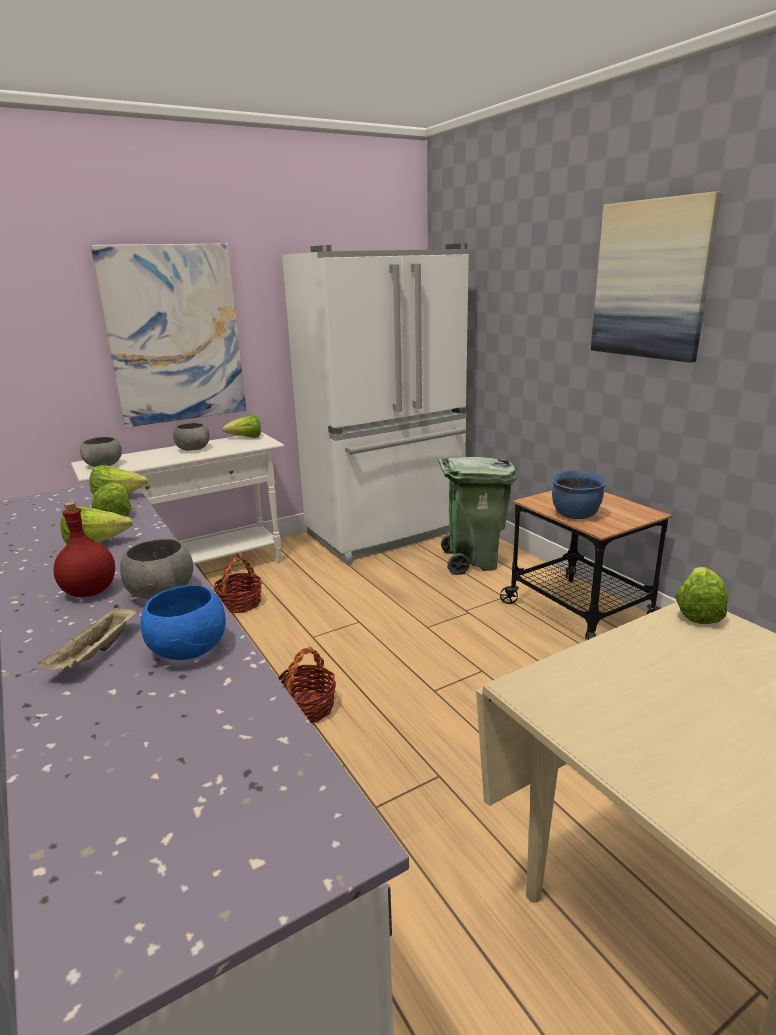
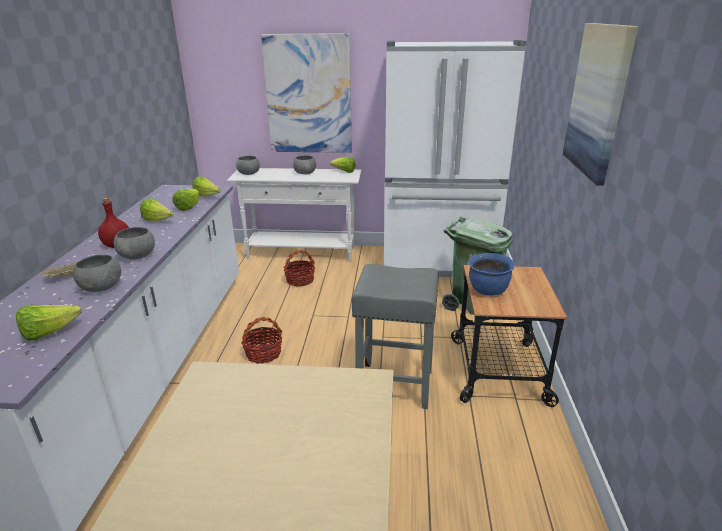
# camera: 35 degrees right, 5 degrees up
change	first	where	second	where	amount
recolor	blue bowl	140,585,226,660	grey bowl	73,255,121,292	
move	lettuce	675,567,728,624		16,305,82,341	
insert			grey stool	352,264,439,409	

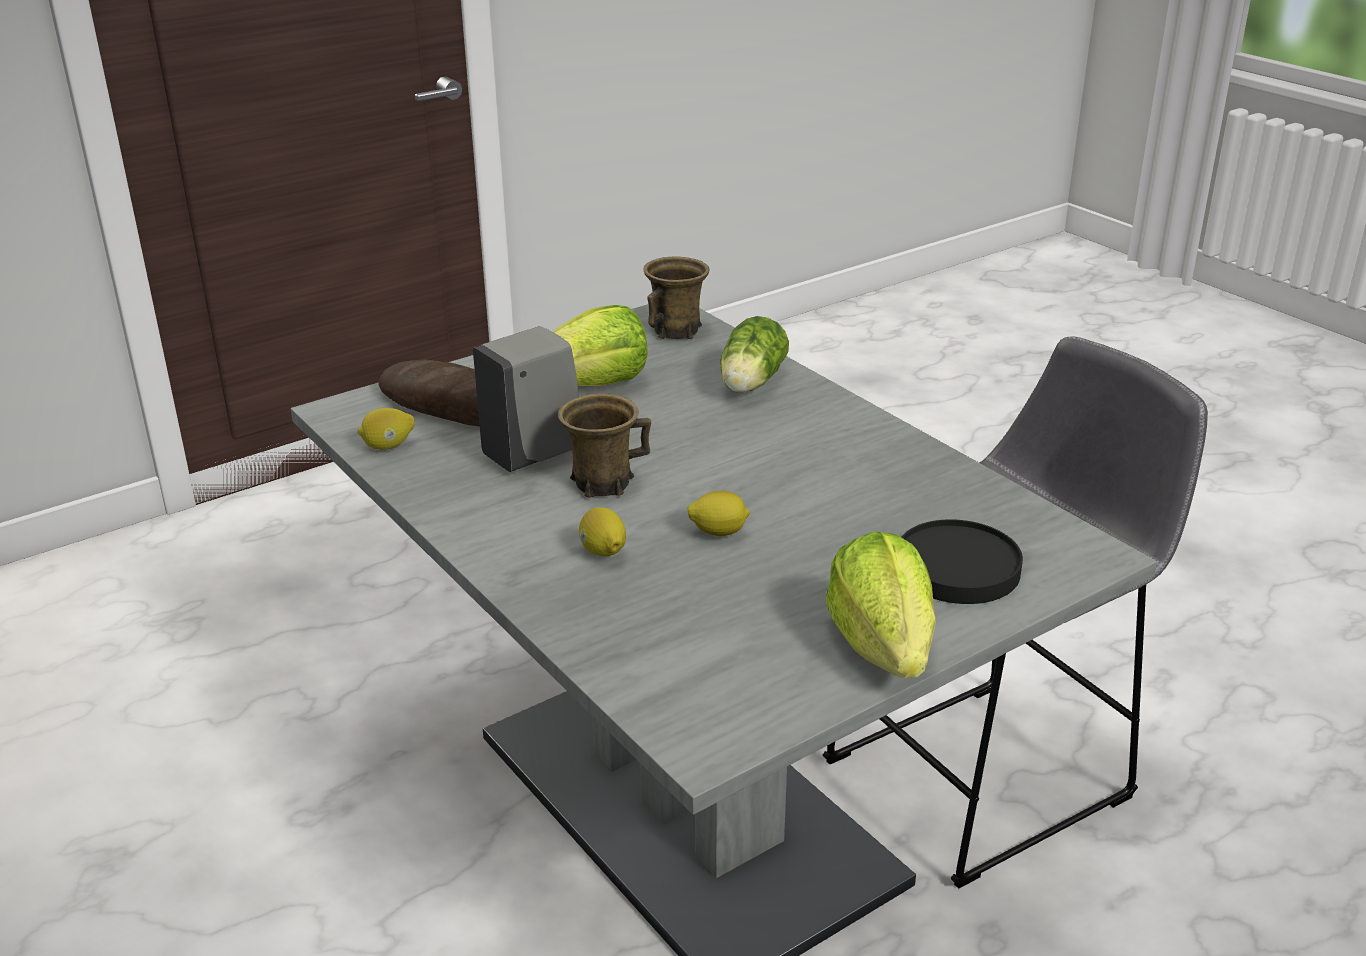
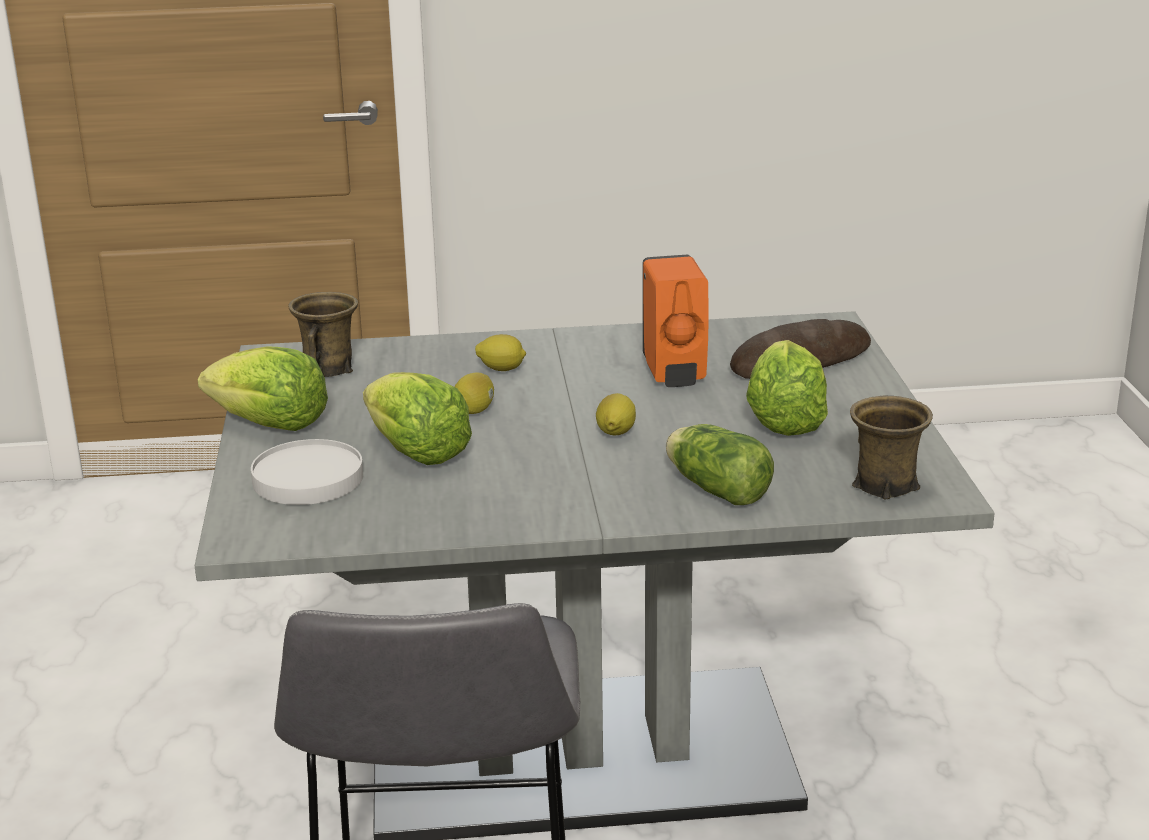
# camera: 120 degrees right, 5 degrees down
change	first	where	second	where	amount
move	lemon	358,408,414,450		596,393,636,435	
recolor	grey soap dispenser	473,326,578,472	orange soap dispenser	643,255,709,387	
move	brown mug	558,394,651,498		288,292,358,377	
recolor	black plate	902,519,1023,604	white plate	251,439,363,505	
insert			lettuce	363,372,472,465	

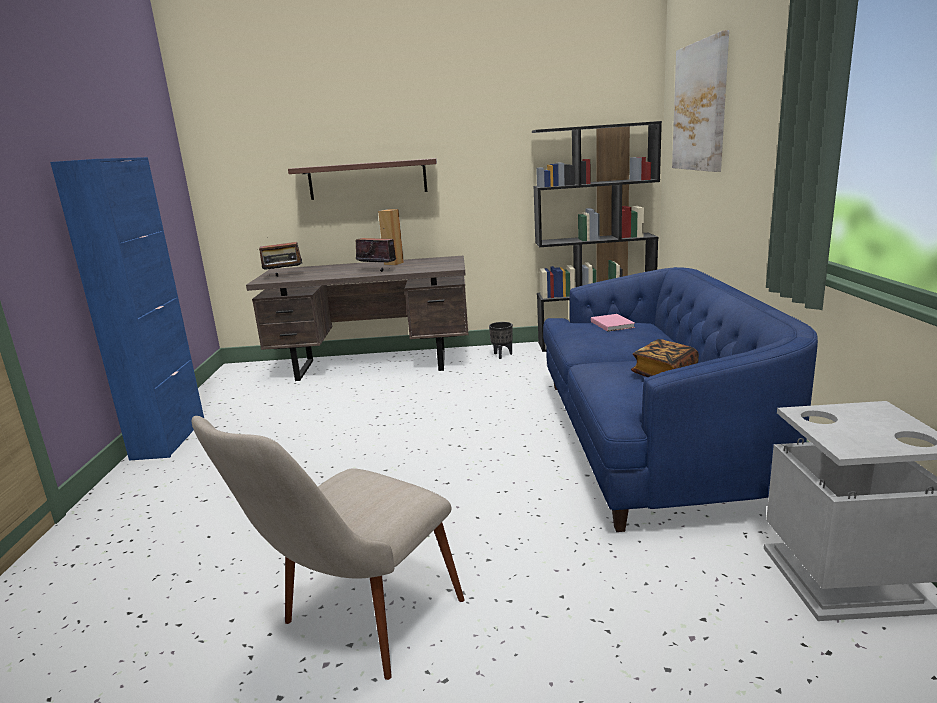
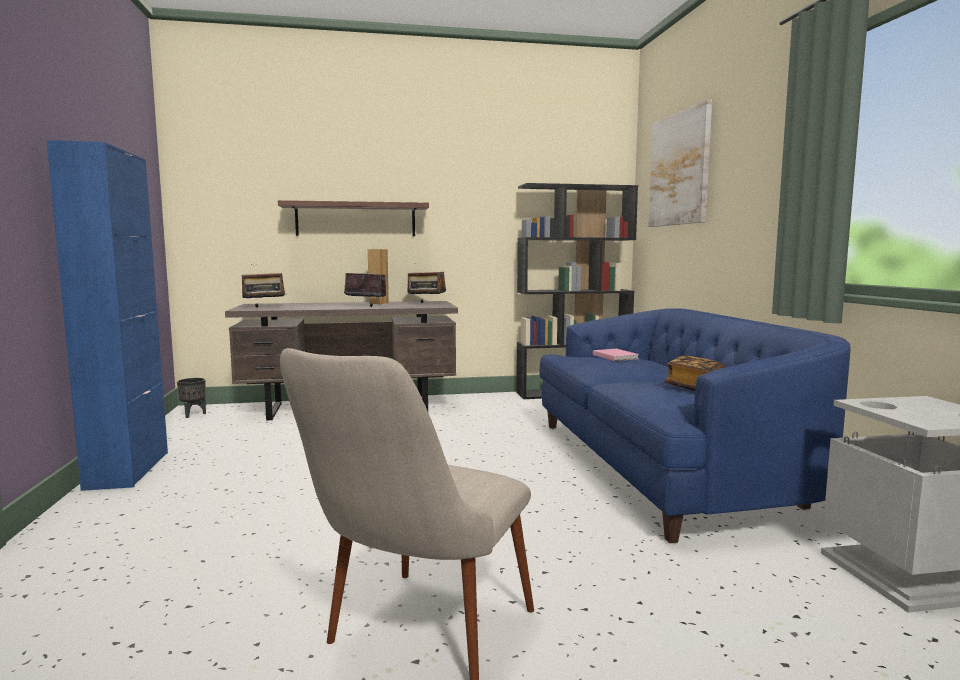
# camera: 10 degrees left, 10 degrees down
change	first	where	second	where	amount
move	black planter	489,322,513,359		177,378,206,418	
insert			radio	407,263,446,303	

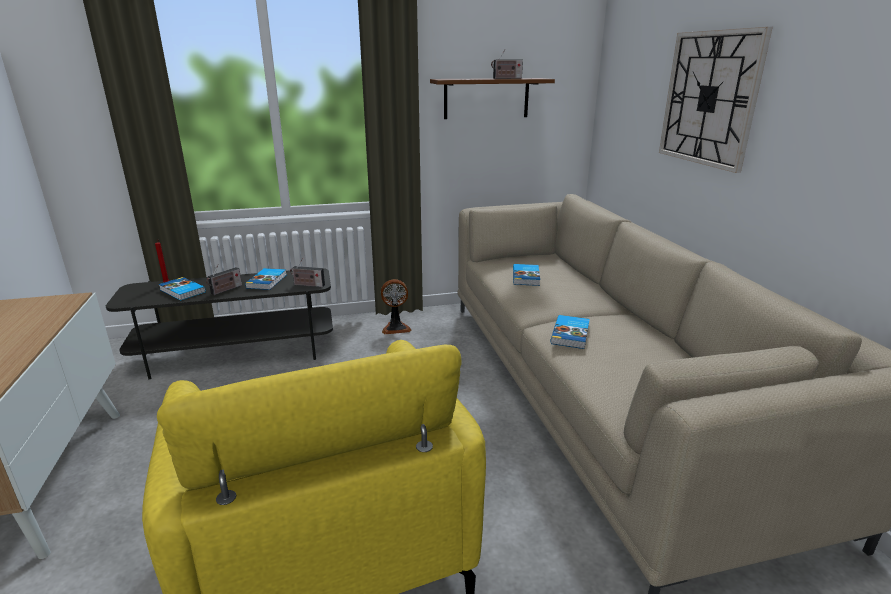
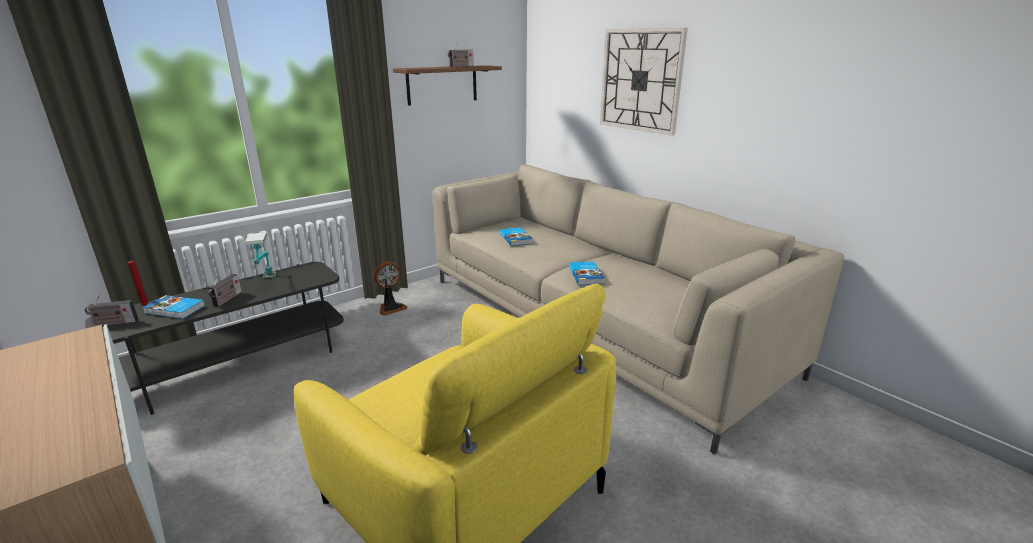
# camera: 25 degrees left, 0 degrees up
change	first	where	second	where	amount
replace	book	245,268,286,290	table lamp	245,232,276,278	
move	radio	290,258,325,287		85,293,138,326	

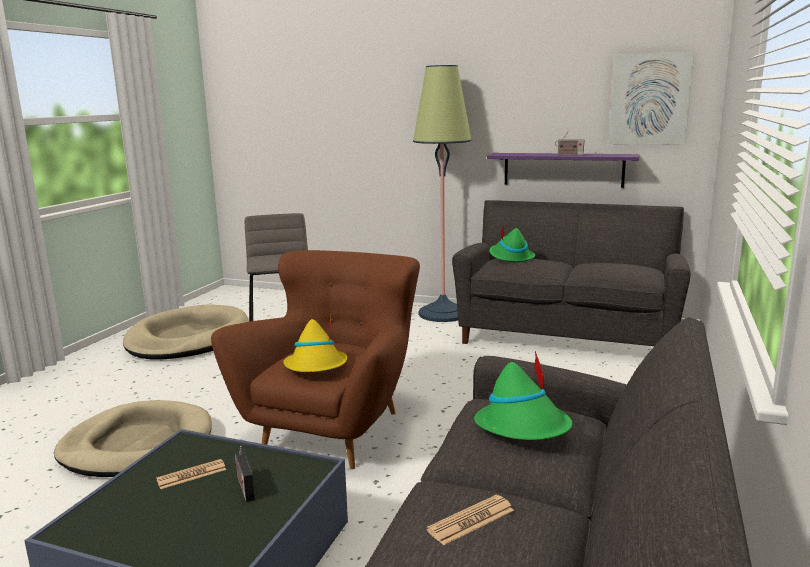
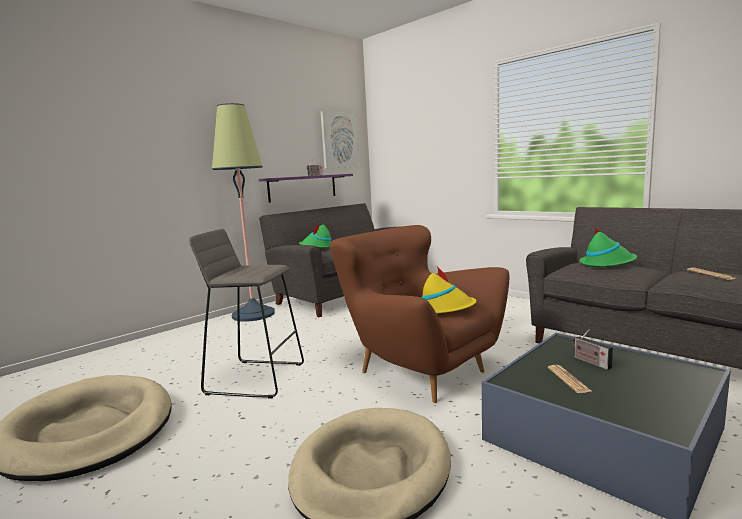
# camera: 65 degrees left, 5 degrees down
change	first	where	second	where	amount
rotate	radio	235,446,255,502		573,329,613,370	60 degrees clockwise

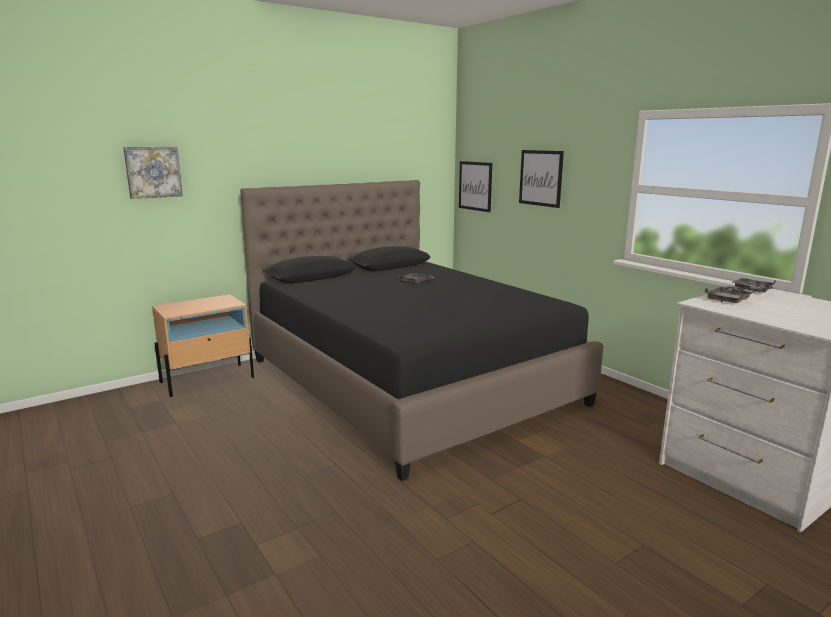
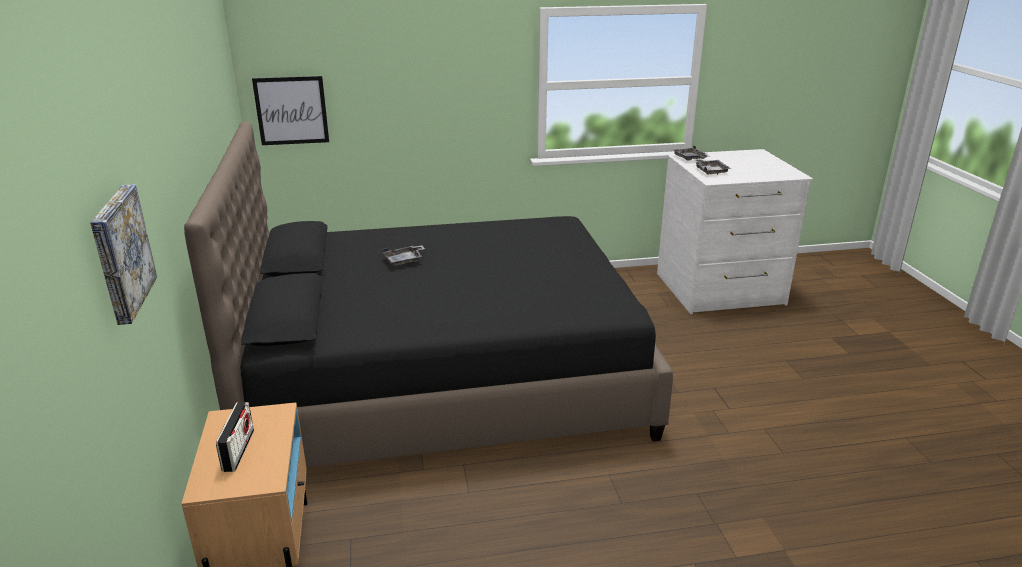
# camera: 65 degrees left, 10 degrees up
change	first	where	second	where	amount
delete	picture	519,150,564,208			
insert			radio	216,402,254,472	

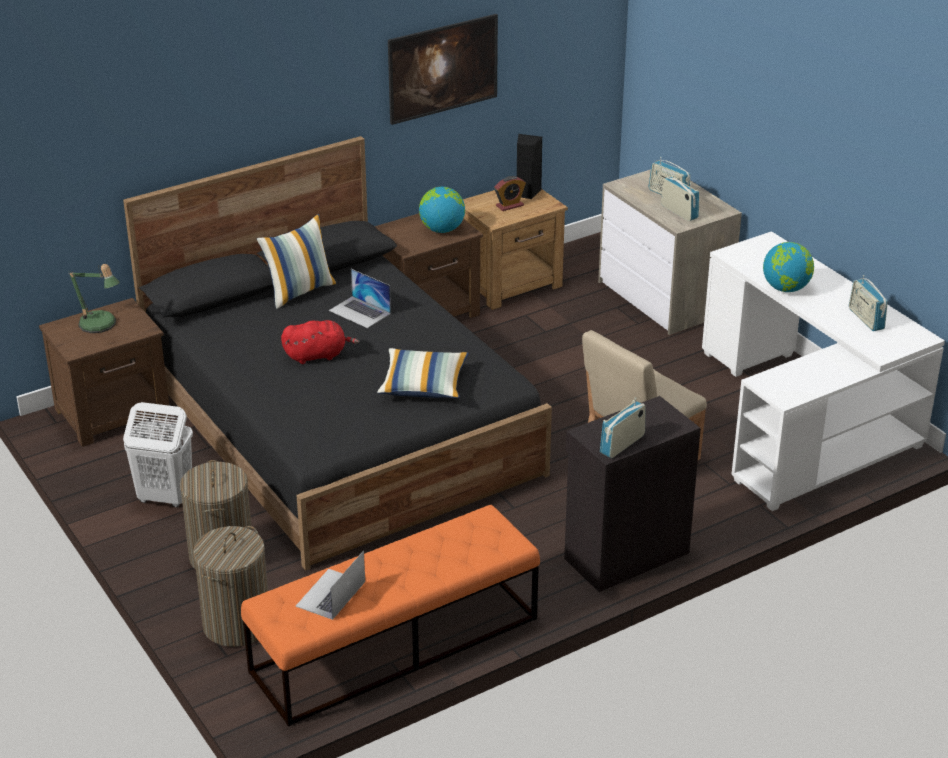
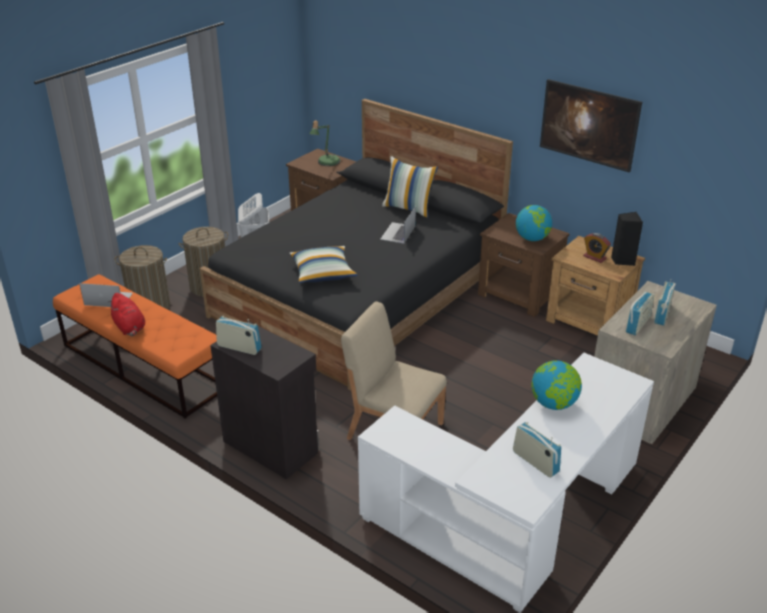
# camera: 70 degrees right, 0 degrees up
change	first	where	second	where	amount
move	red plush toy	281,320,360,364		108,293,145,336	
rotate	radio	849,275,888,331		513,422,561,478	90 degrees clockwise

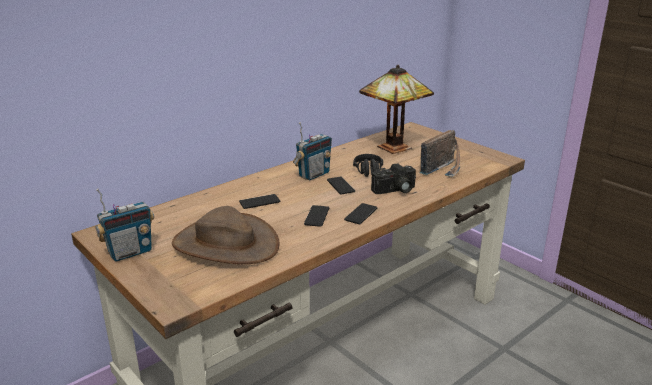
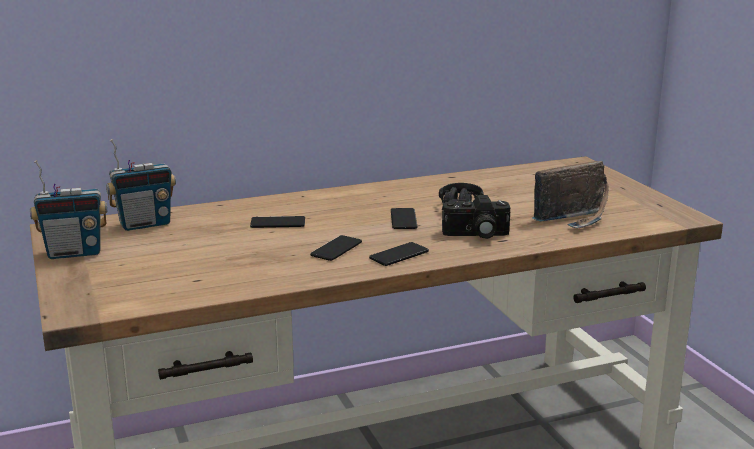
# camera: 20 degrees right, 5 degrees down
change	first	where	second	where	amount
delete	brown hat	172,206,280,264			
move	radio	293,122,332,180		106,139,176,231	
delete	table lamp	359,65,434,154			

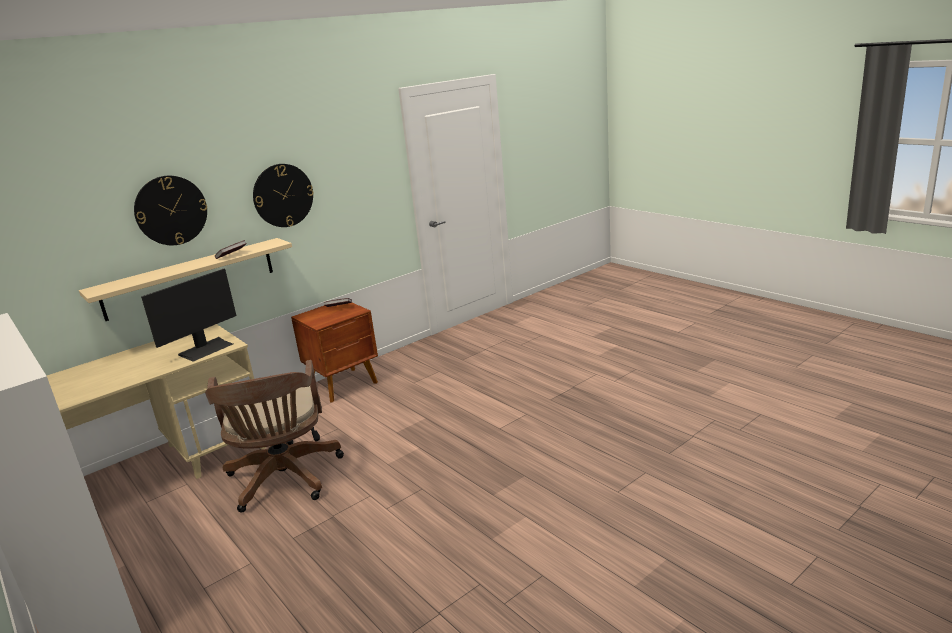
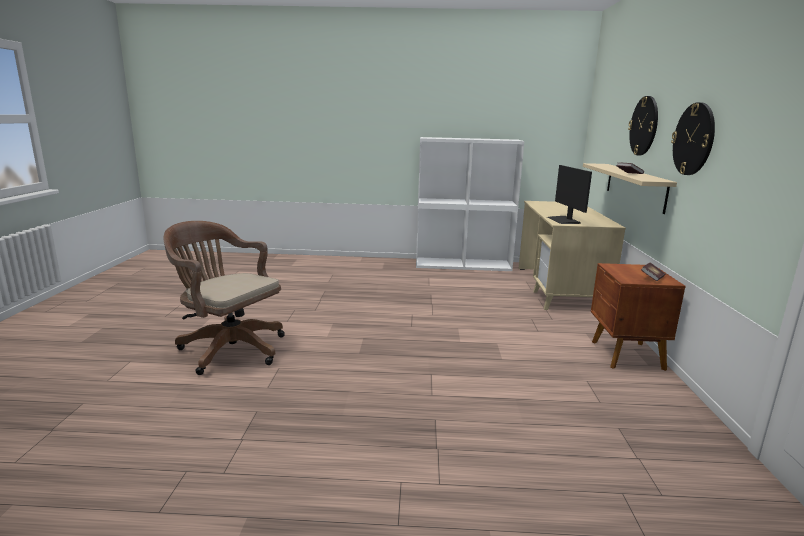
# camera: 130 degrees right, 5 degrees down
change	first	where	second	where	amount
move	brown office chair	205,360,344,513		164,221,285,375	

